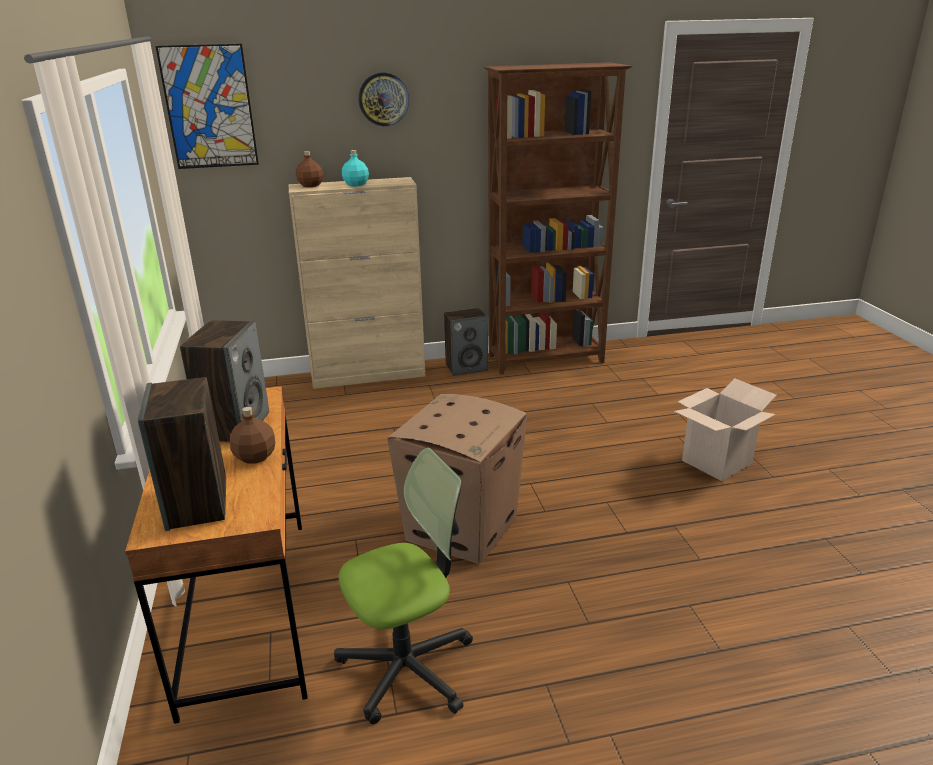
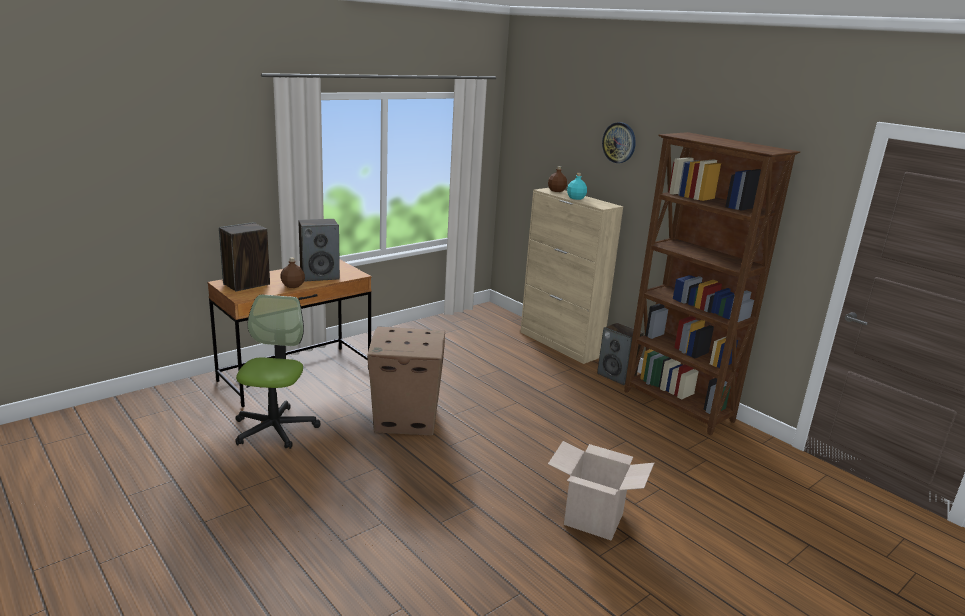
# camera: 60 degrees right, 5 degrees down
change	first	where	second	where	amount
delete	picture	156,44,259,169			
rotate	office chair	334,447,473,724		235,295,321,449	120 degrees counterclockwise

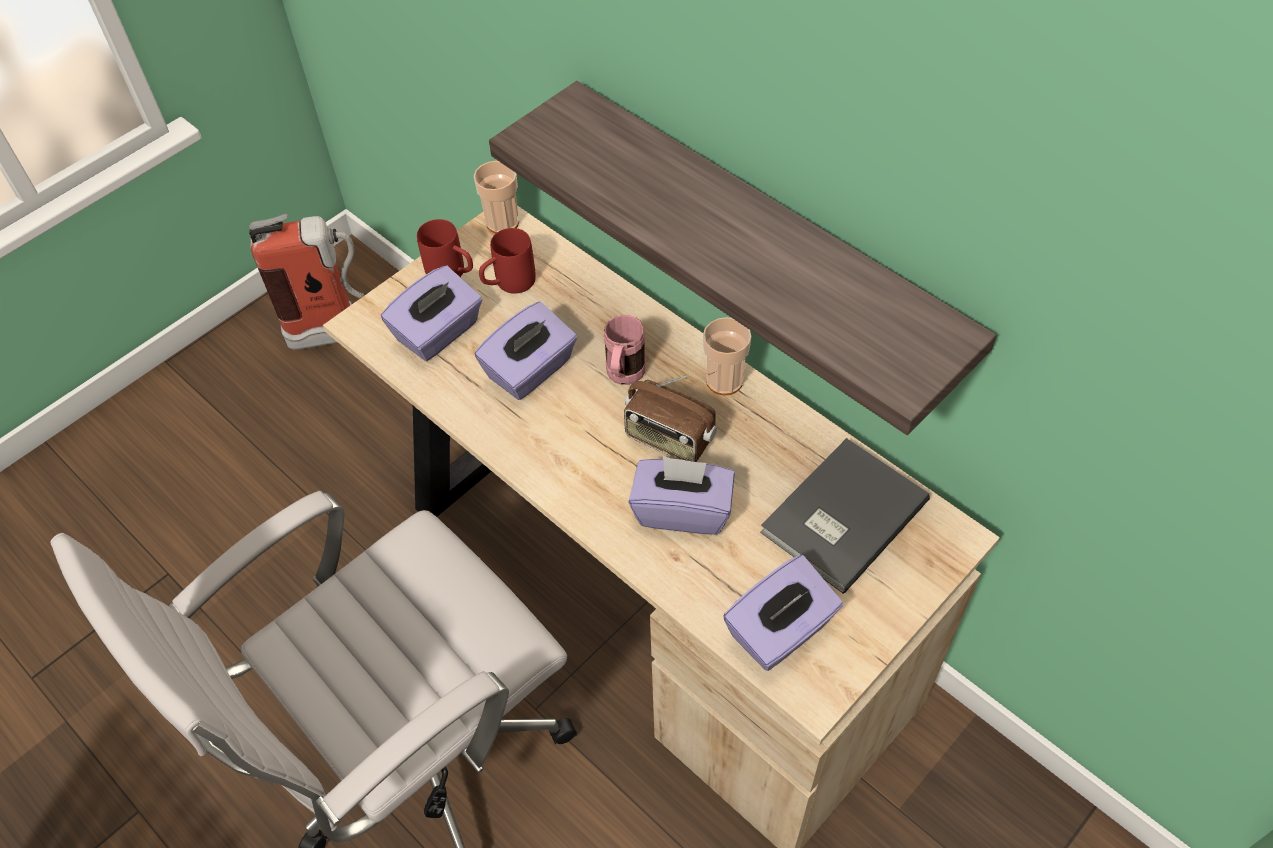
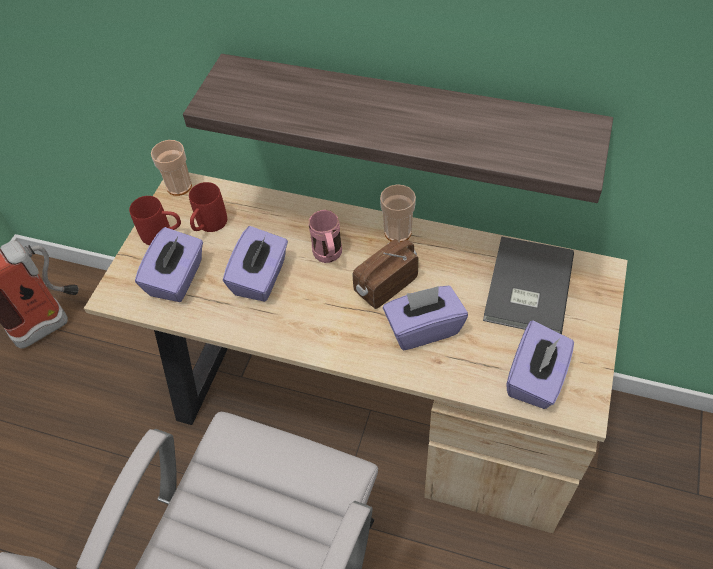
# camera: 25 degrees left, 0 degrees up
change	first	where	second	where	amount
rotate	radio	624,374,717,462		353,239,419,309	135 degrees clockwise

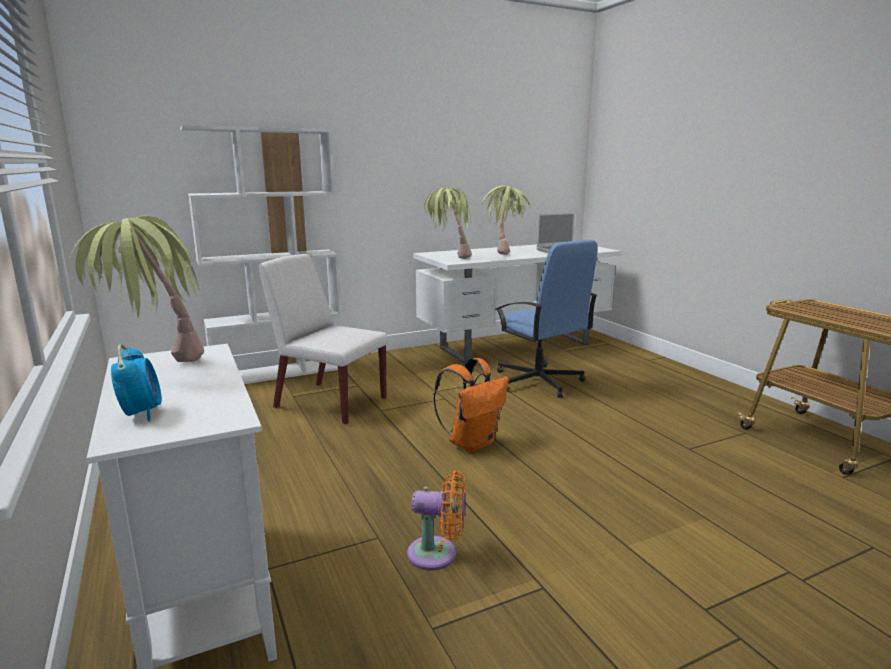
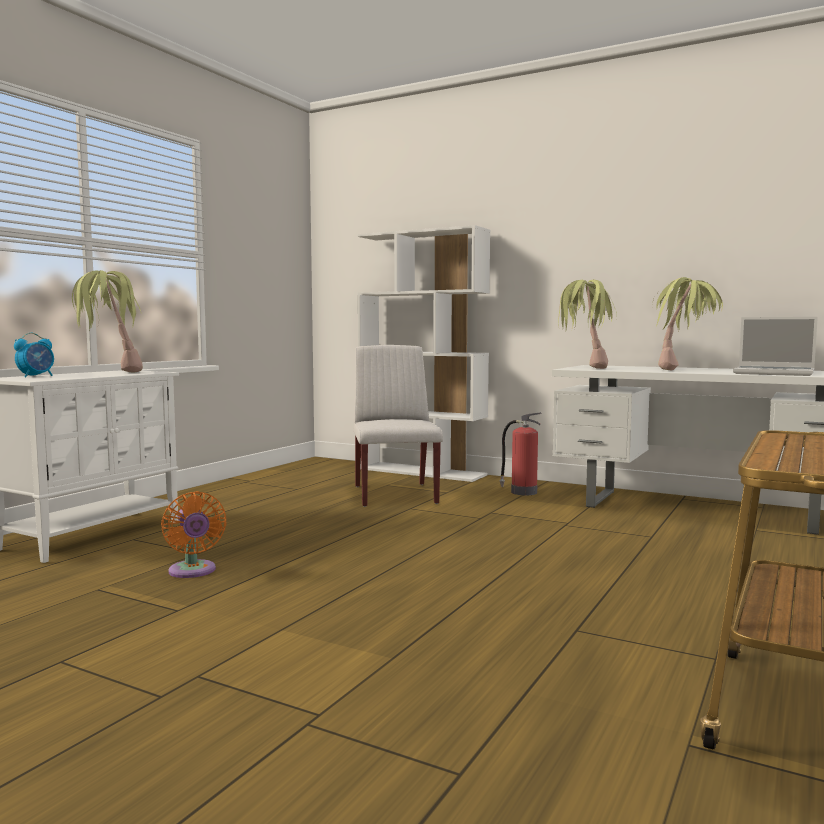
# camera: 55 degrees right, 10 degrees down
change	first	where	second	where	amount
delete	orange backpack	433,358,509,452			
delete	blue office chair	495,239,598,398			
insert			fire extinguisher	500,412,542,495	

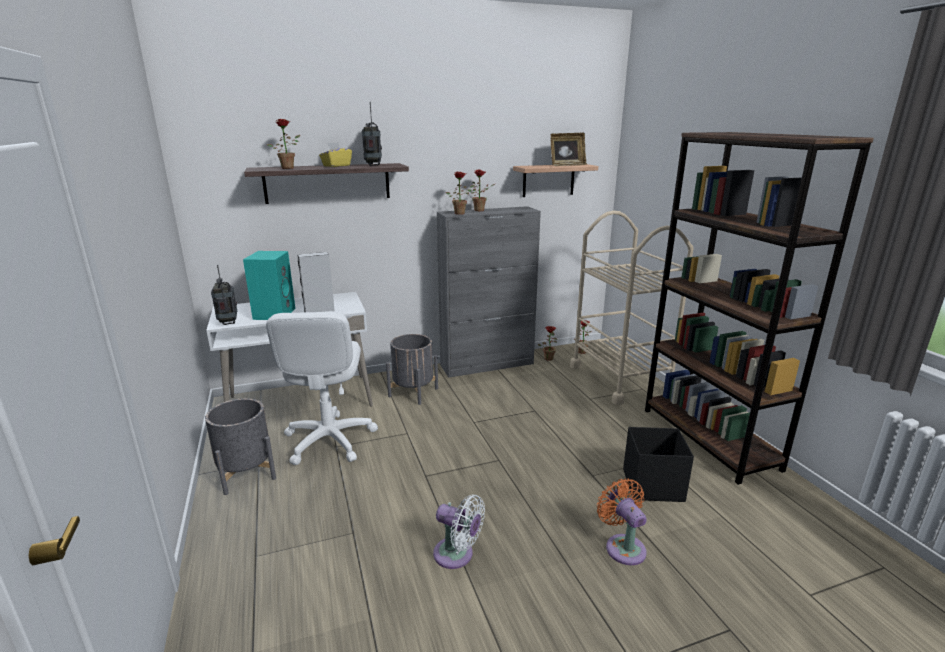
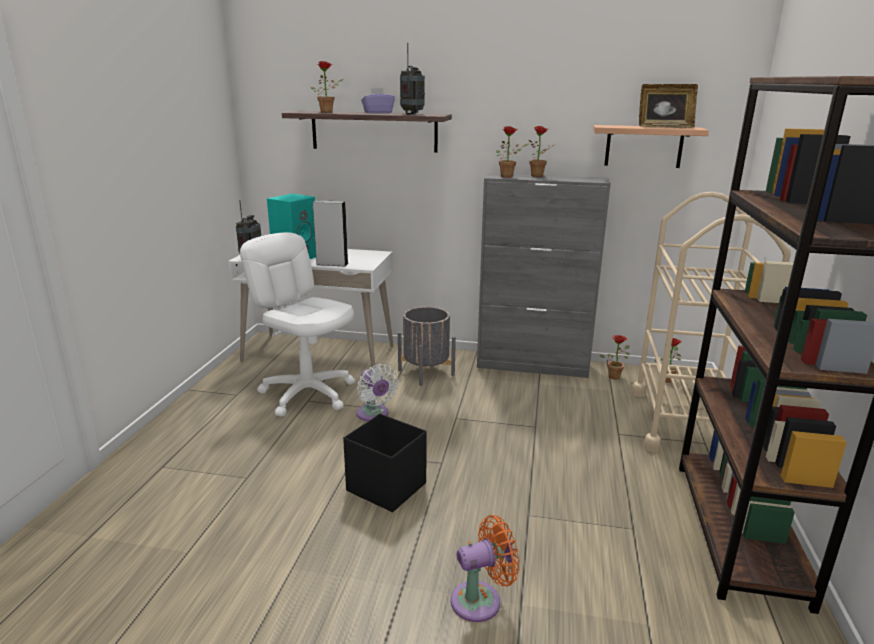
# camera: 30 degrees right, 0 degrees up
change	first	where	second	where	amount
delete	grey planter	205,398,276,495			
rotate	white office chair	266,311,378,465		240,232,355,417	105 degrees clockwise
recolor	yellow tissue box	319,142,352,167	purple tissue box	361,88,395,113	
move	white fan	433,495,485,569		356,364,398,421	
rotate	orange fan	597,478,647,565		451,515,520,622	60 degrees clockwise
move	black storage box	623,427,694,502		343,414,427,512	

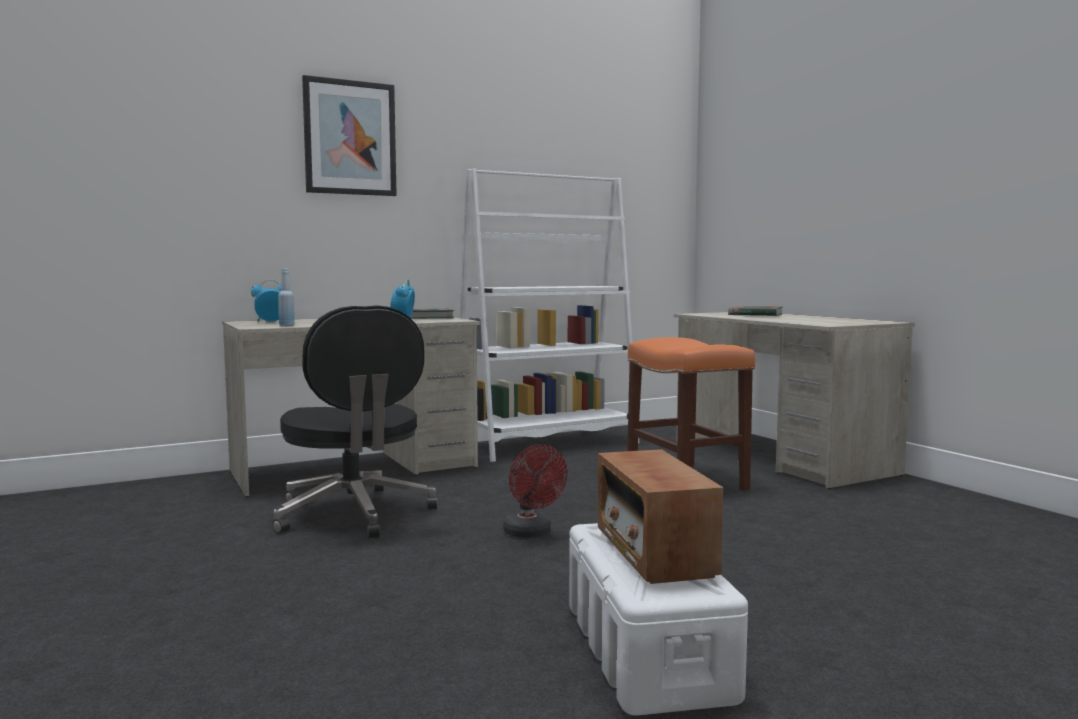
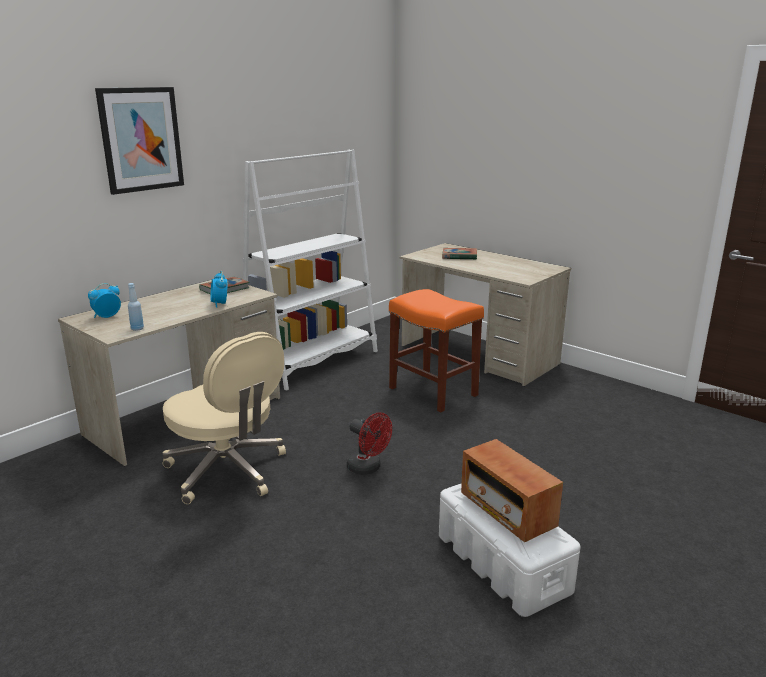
# camera: 20 degrees left, 15 degrees up
change	first	where	second	where	amount
recolor	black office chair	273,305,438,538	beige office chair	162,332,286,504	

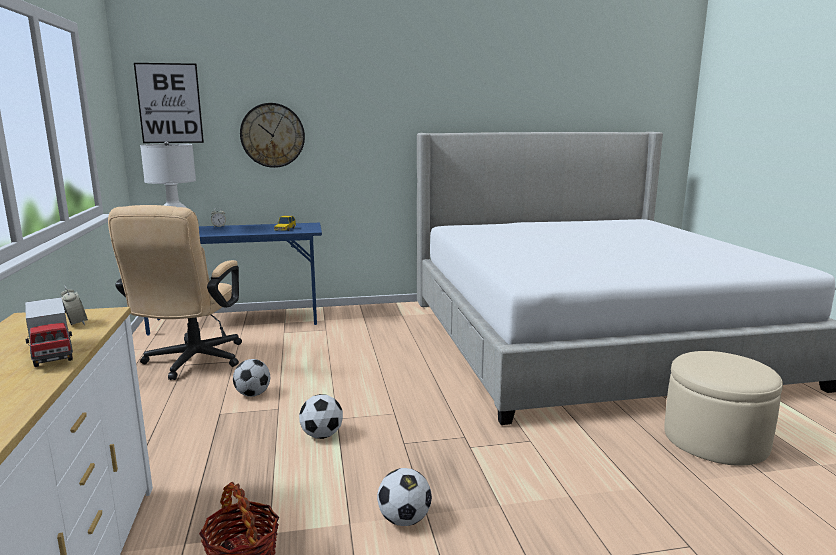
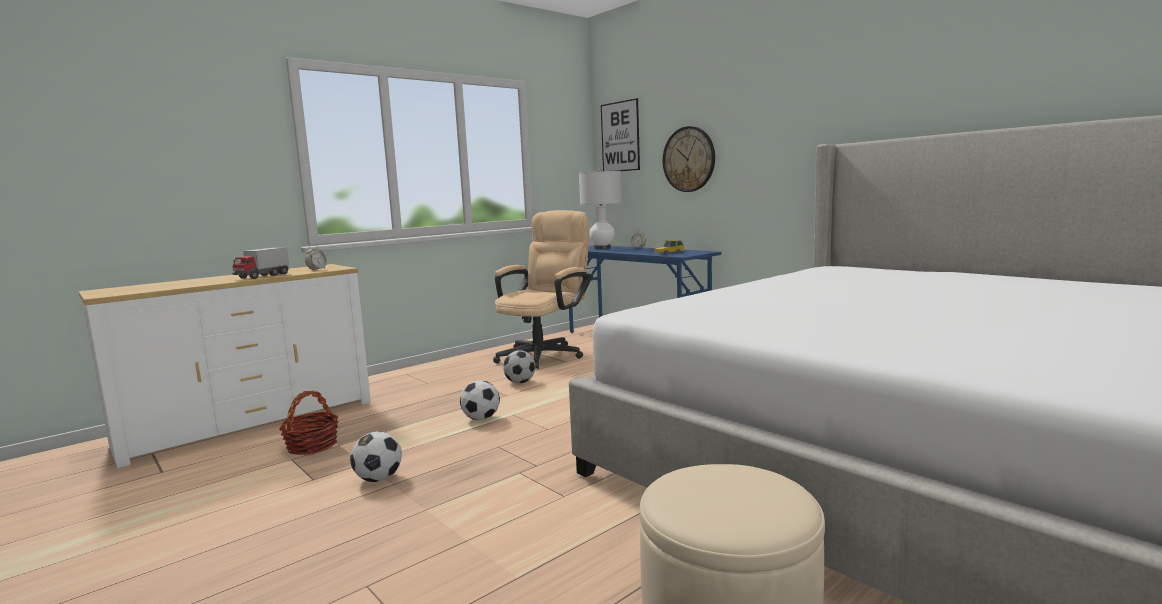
# camera: 60 degrees right, 5 degrees down
change	first	where	second	where	amount
rotate	beige office chair	108,205,242,380		493,210,592,369	150 degrees clockwise

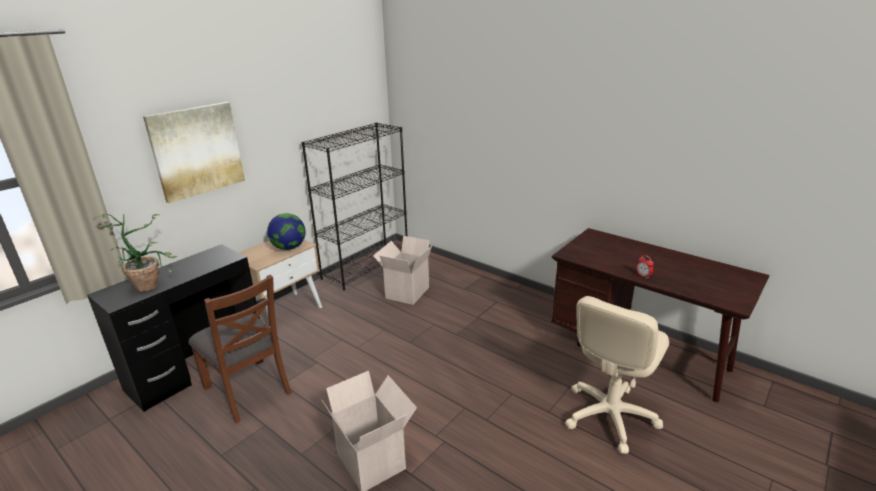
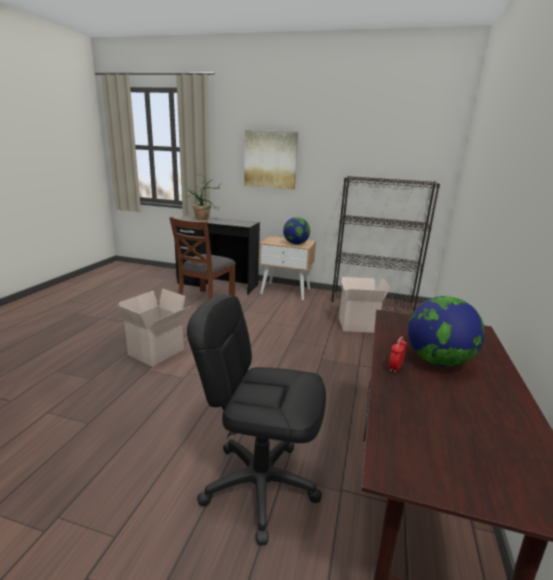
# camera: 65 degrees right, 5 degrees down
change	first	where	second	where	amount
recolor	beige office chair	565,296,669,454	black office chair	187,294,326,545	
insert			globe	408,296,485,366	

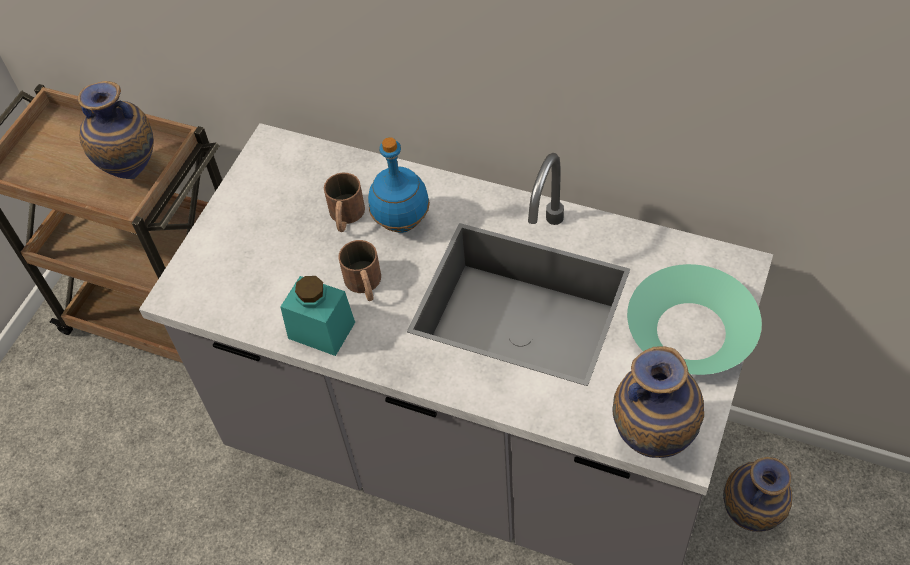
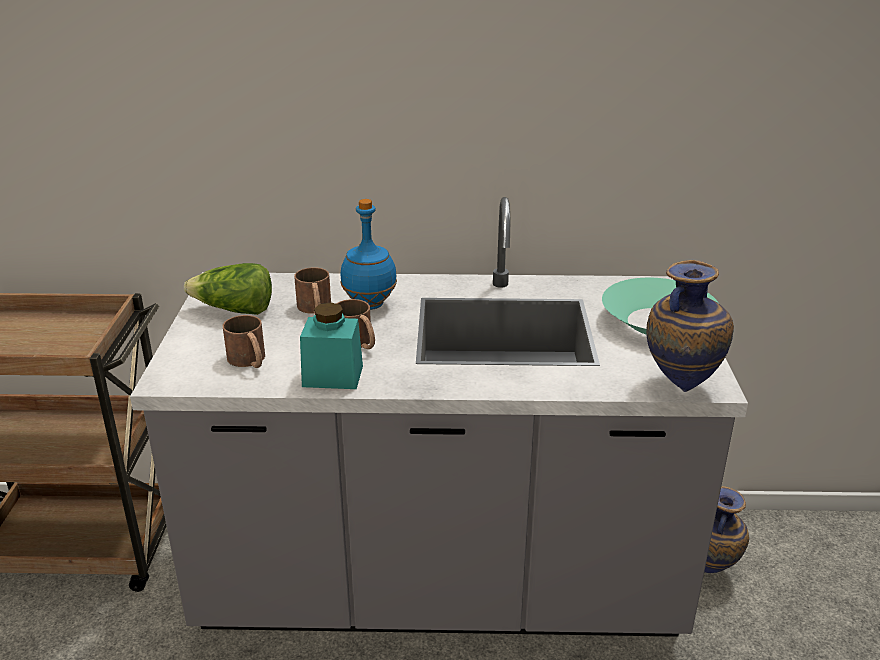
# camera: 25 degrees left, 25 degrees down
change	first	where	second	where	amount
delete	vase	78,81,154,179			
insert			lettuce	184,263,272,315	
insert			brown mug	222,315,265,368	

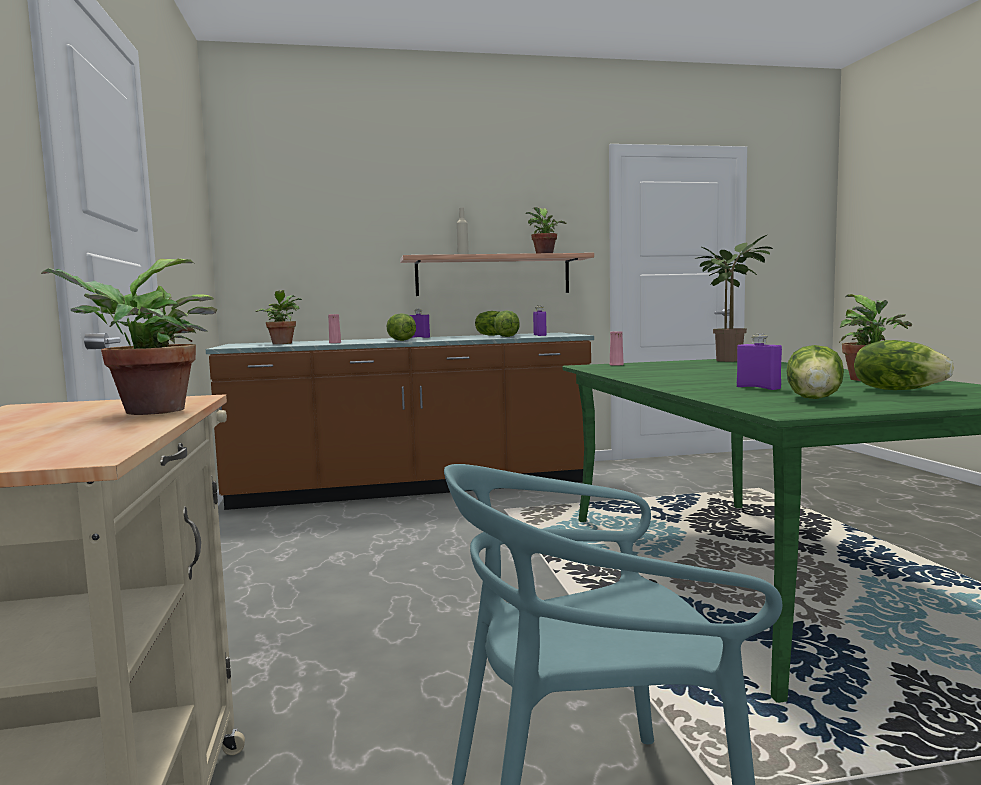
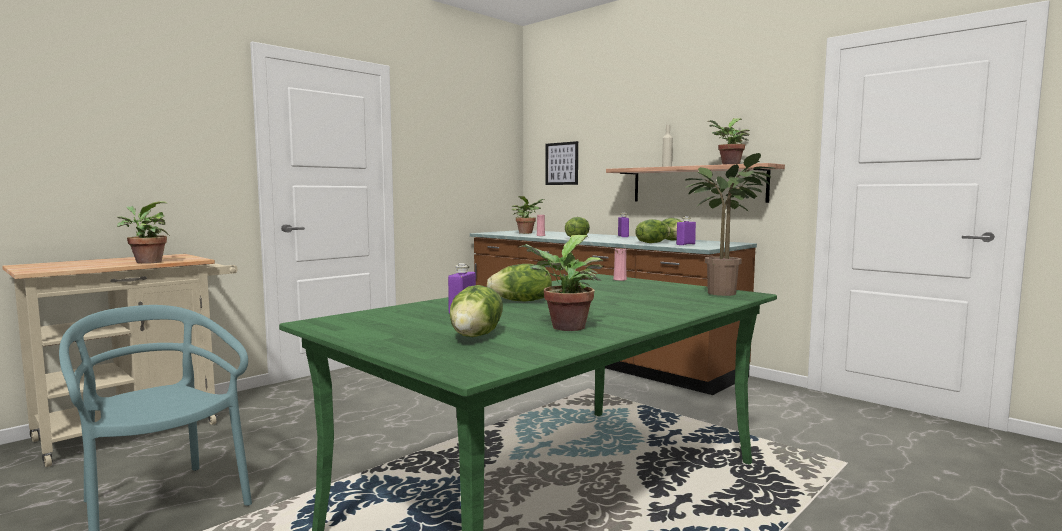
# camera: 55 degrees right, 0 degrees up
change	first	where	second	where	amount
move	lettuce	787,345,844,399		487,264,552,302	
insert			picture	546,141,578,185	

